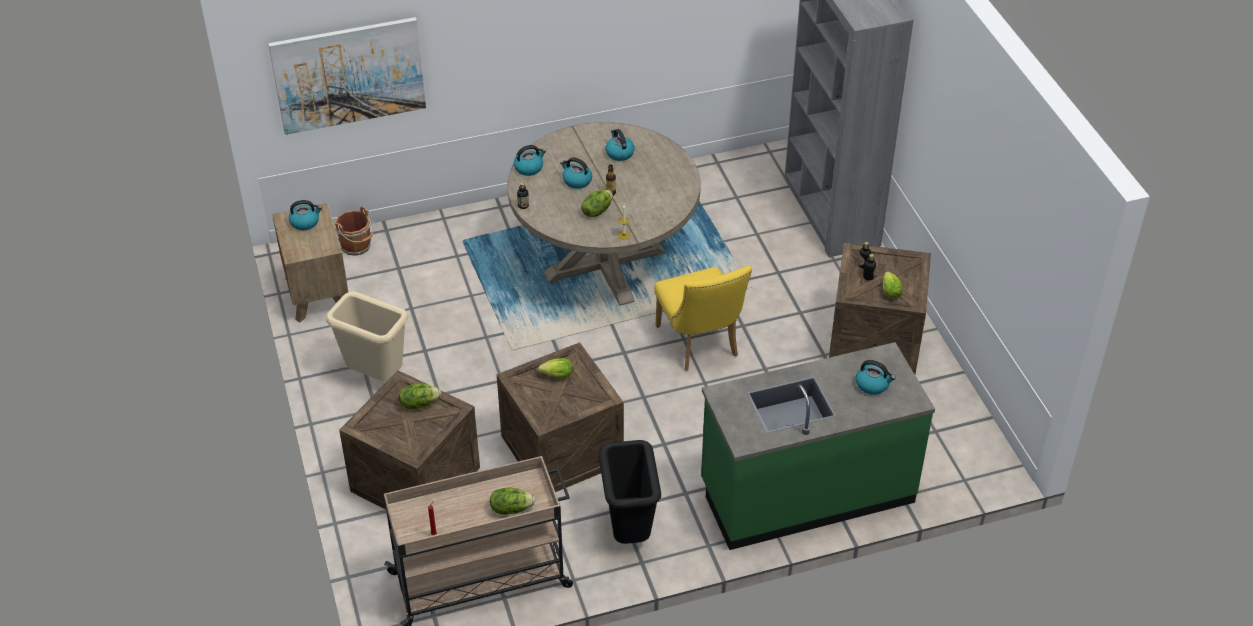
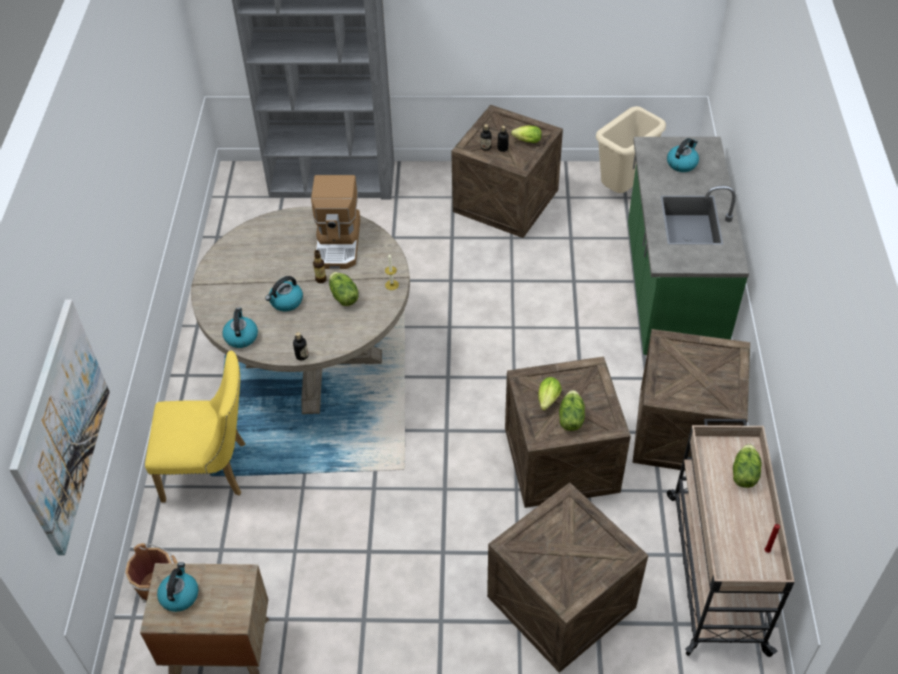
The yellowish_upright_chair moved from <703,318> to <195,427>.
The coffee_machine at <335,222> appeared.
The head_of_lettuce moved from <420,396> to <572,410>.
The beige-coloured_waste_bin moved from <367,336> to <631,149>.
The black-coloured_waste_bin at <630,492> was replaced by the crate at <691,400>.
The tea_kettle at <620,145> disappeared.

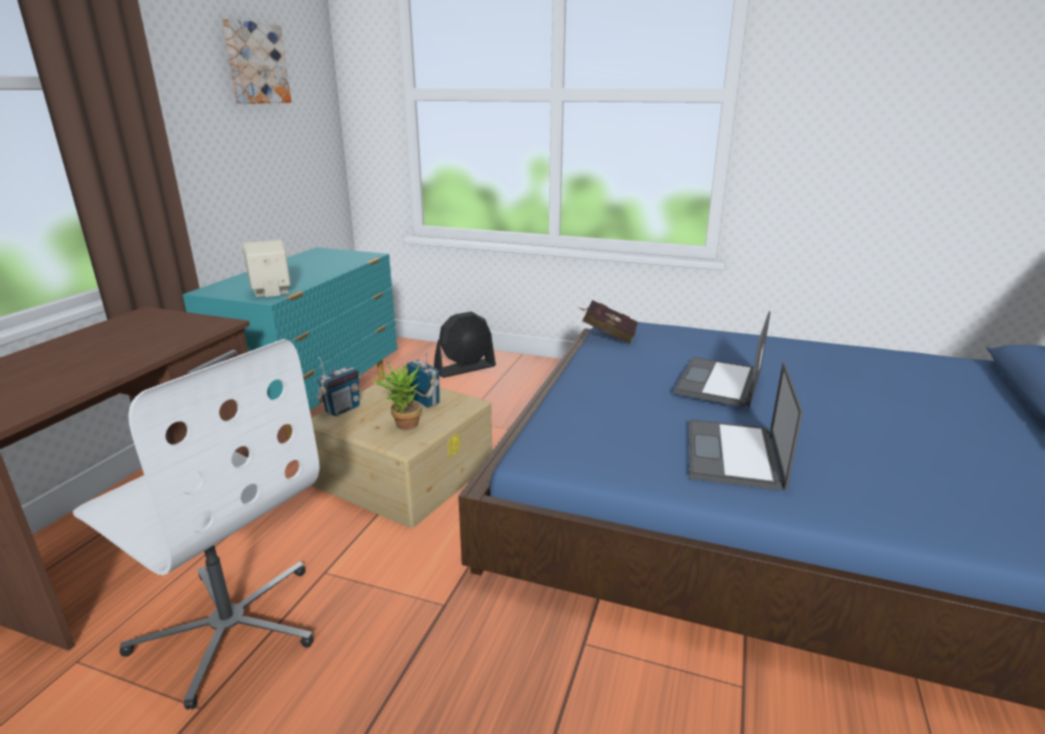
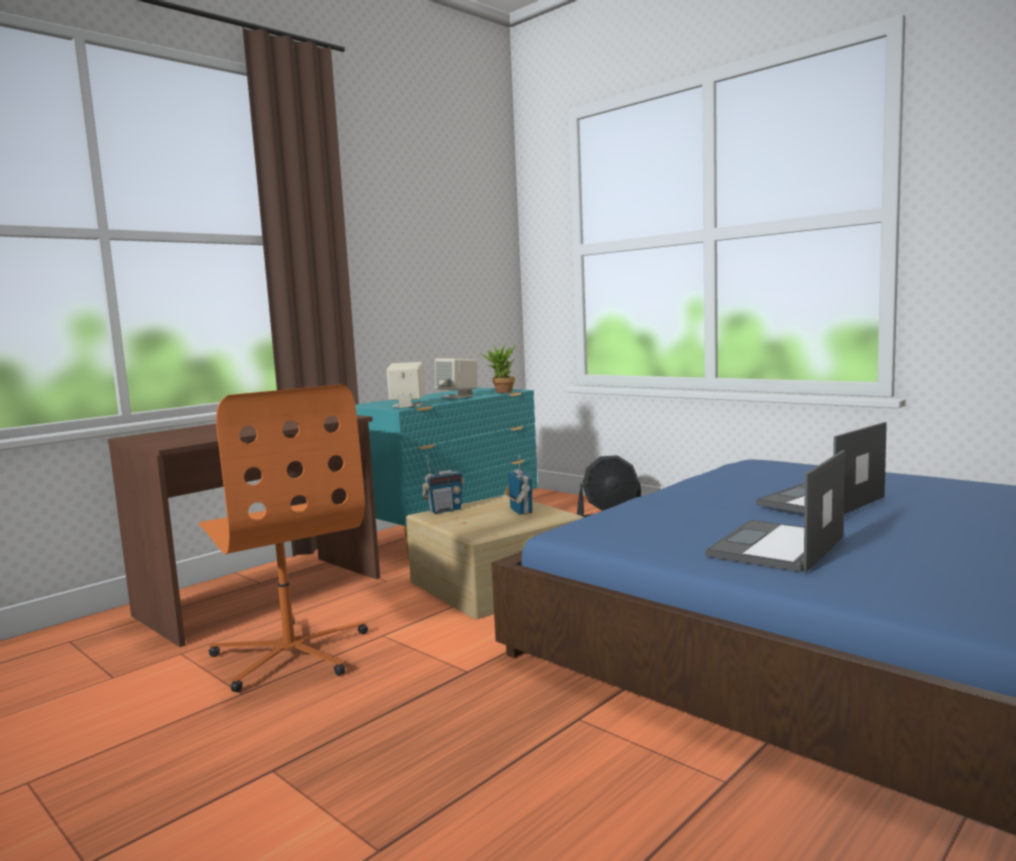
The whitish_desk_chair at <196,524> became the orange_desk_chair at <283,538>.
The beige-coloured_audio_speaker at <456,378> appeared.
The plant_in_a_pot moved from <397,395> to <497,369>.
The wall_picture at <256,61> disappeared.
The red_bound_book at <608,322> disappeared.

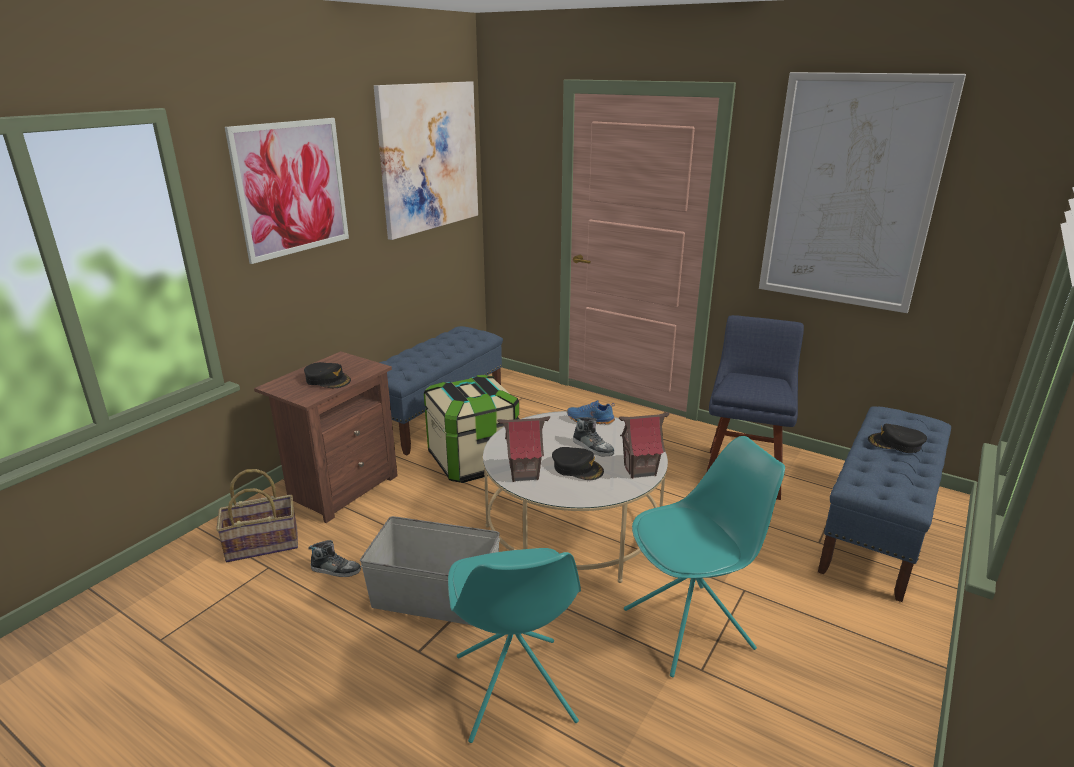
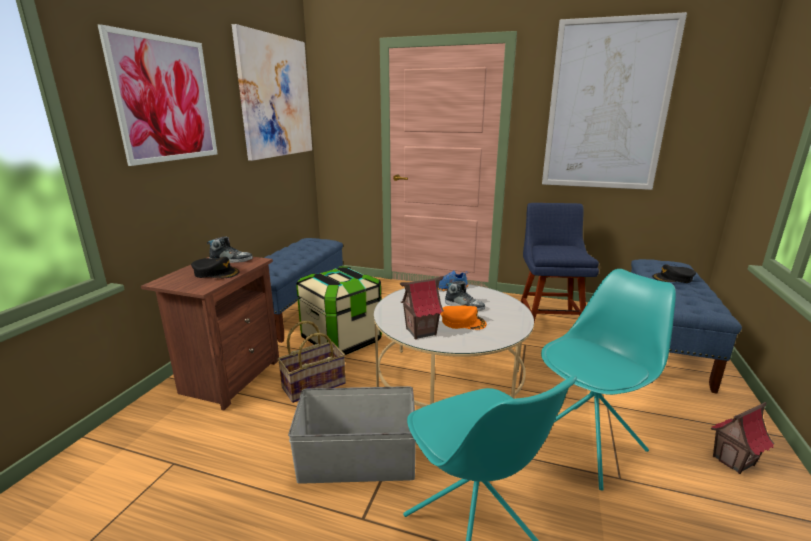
The item_of_footwear moved from <335,558> to <230,249>.
The basket moved from <257,515> to <311,362>.
The black-coloured_peaked_cap at <578,463> became the orange_peaked_cap at <463,318>.
The toy_house moved from <644,445> to <743,438>.

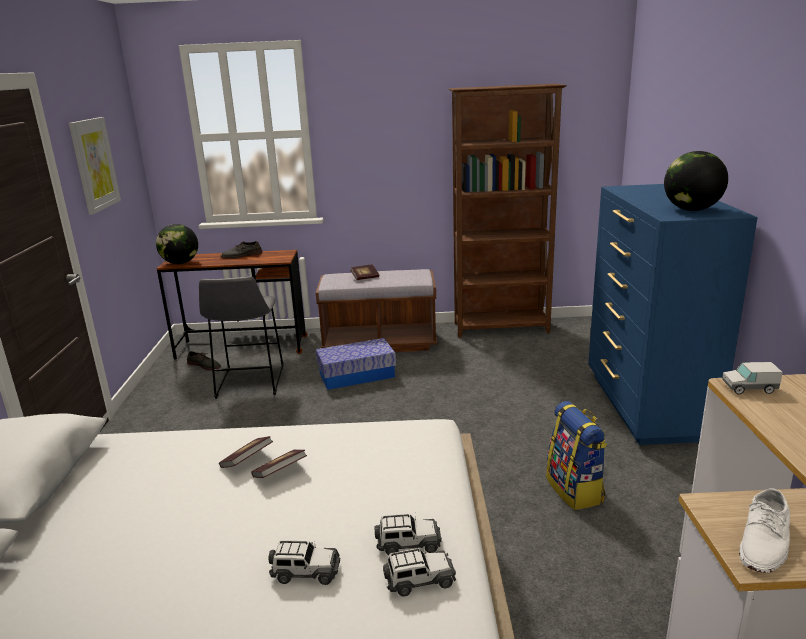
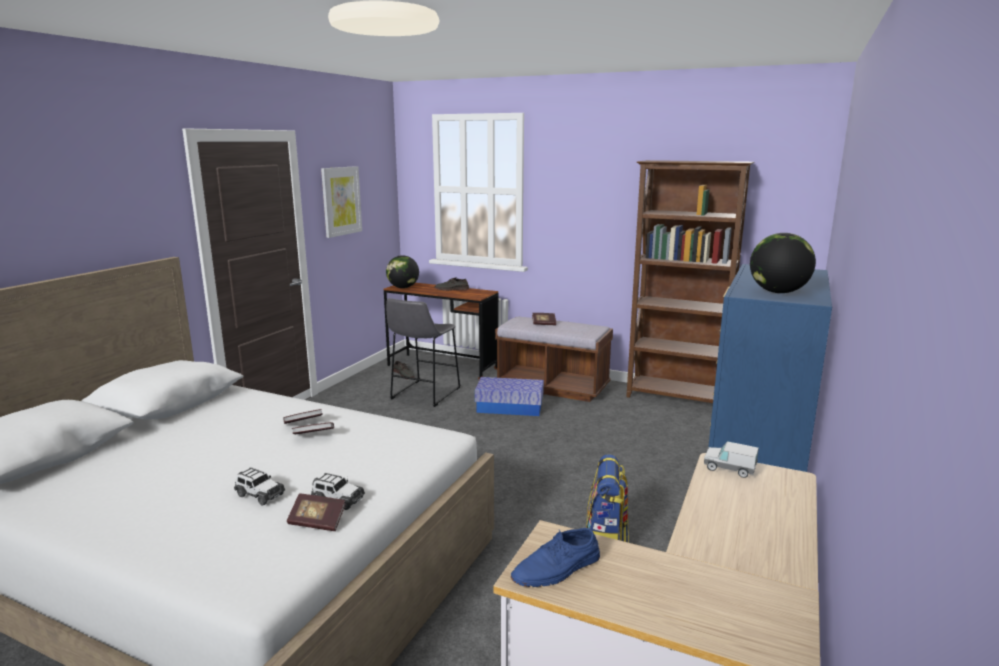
The miniature_car at <419,572> was replaced by the bound_book at <316,512>.
The whitish_item_of_footwear at <764,530> became the blue_item_of_footwear at <555,557>.

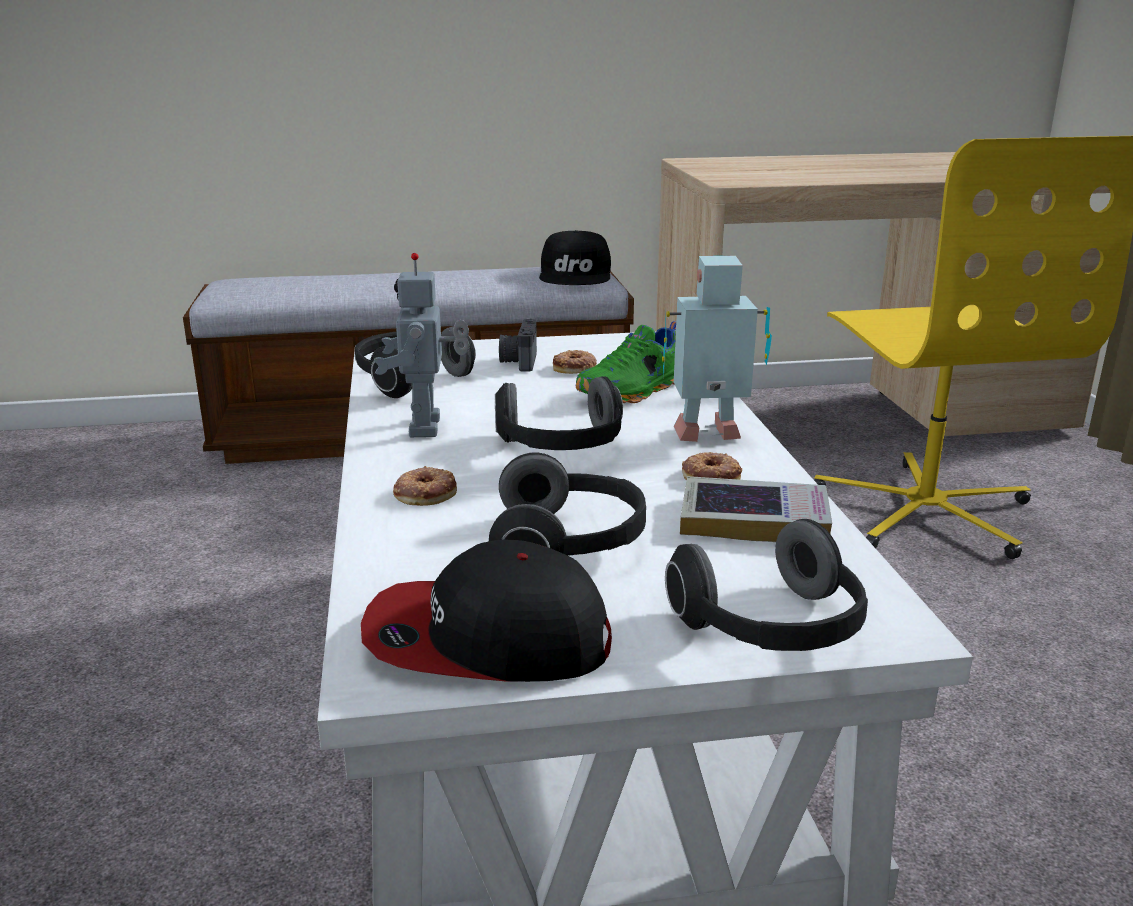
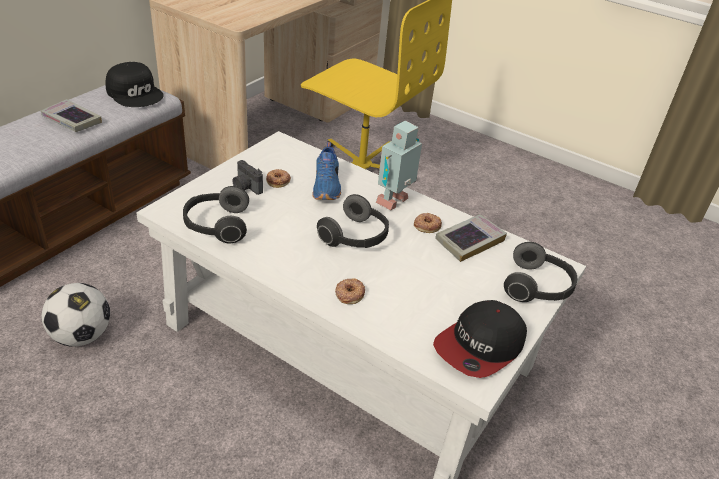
The bound_book at <71,115> appeared.
The football at <76,315> appeared.
The green_item_of_footwear at <626,362> became the blue_item_of_footwear at <326,171>.
The toy_robot at <422,345> disappeared.
The pair_of_headphones at <567,503> disappeared.

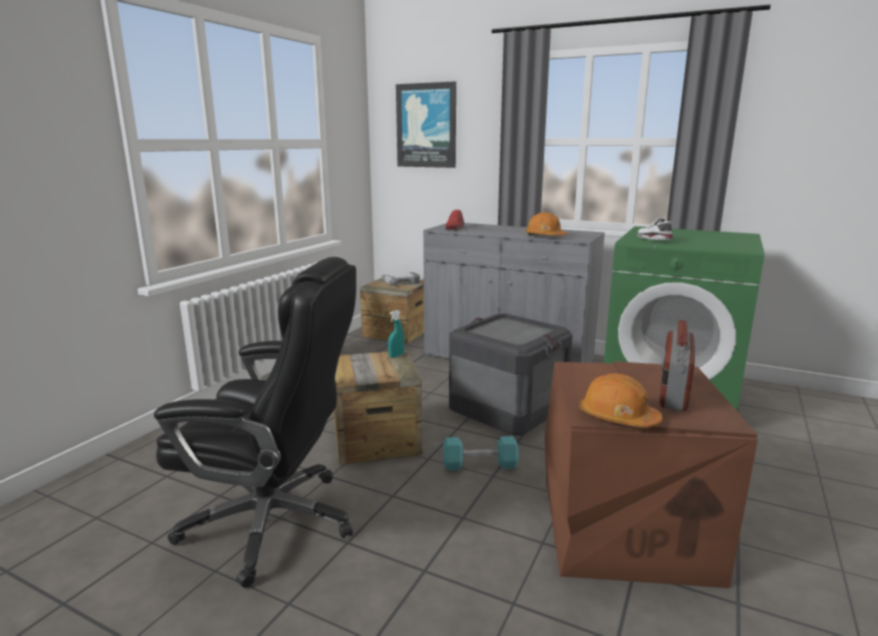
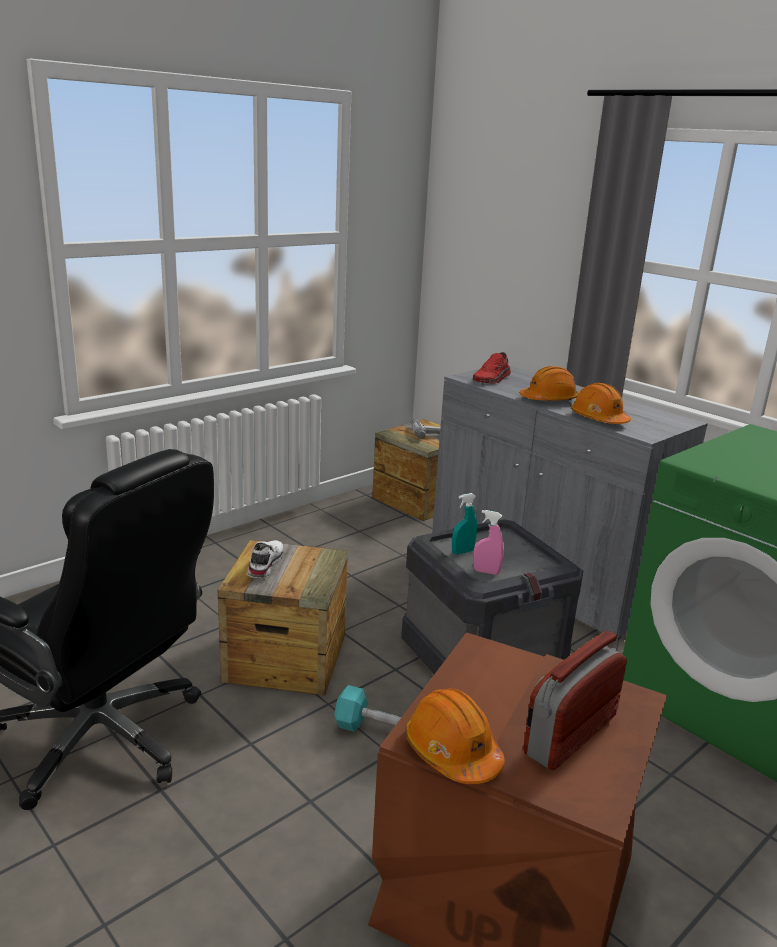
The whitish_item_of_footwear moved from <655,229> to <265,559>.
The turquoise_hand_sprayer moved from <396,334> to <464,524>.
The pink_hand_sprayer at <488,542> appeared.
The orange_work_helmet at <549,383> appeared.
The wall_picture at <426,124> disappeared.

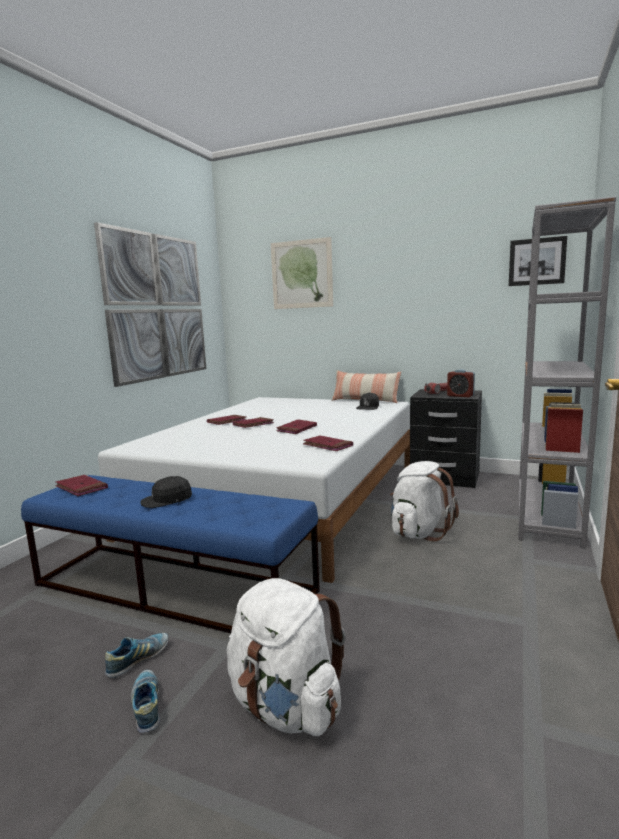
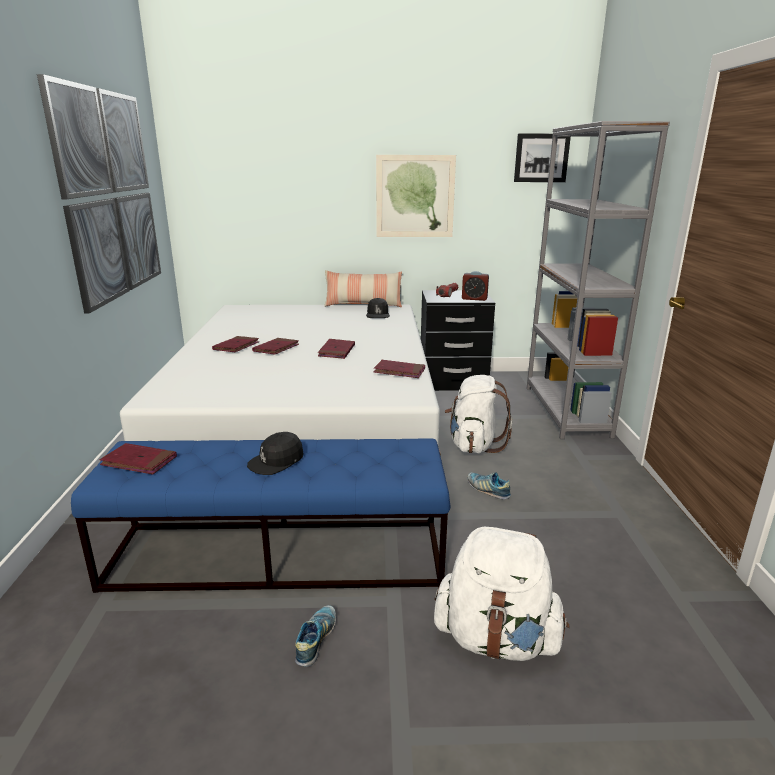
The wall_picture moved from <302,273> to <416,196>.
The item_of_footwear moved from <145,701> to <489,486>.

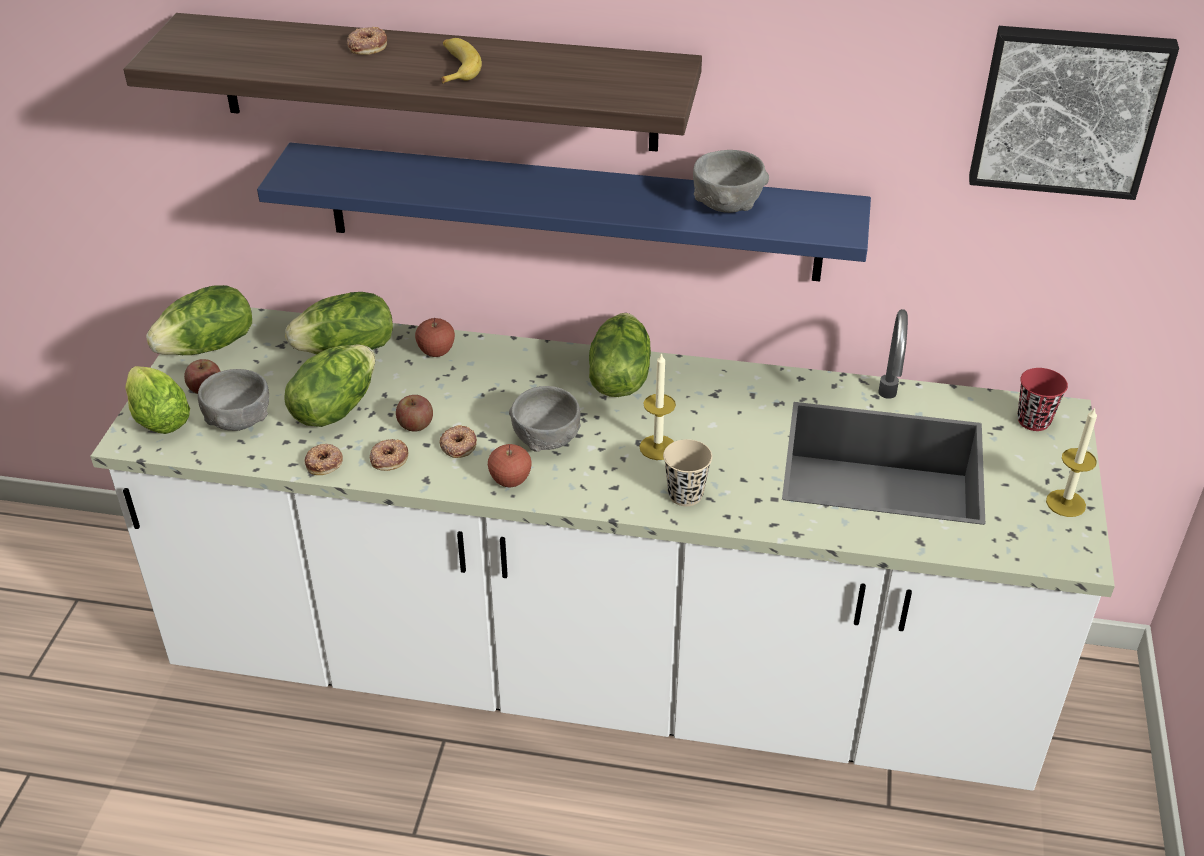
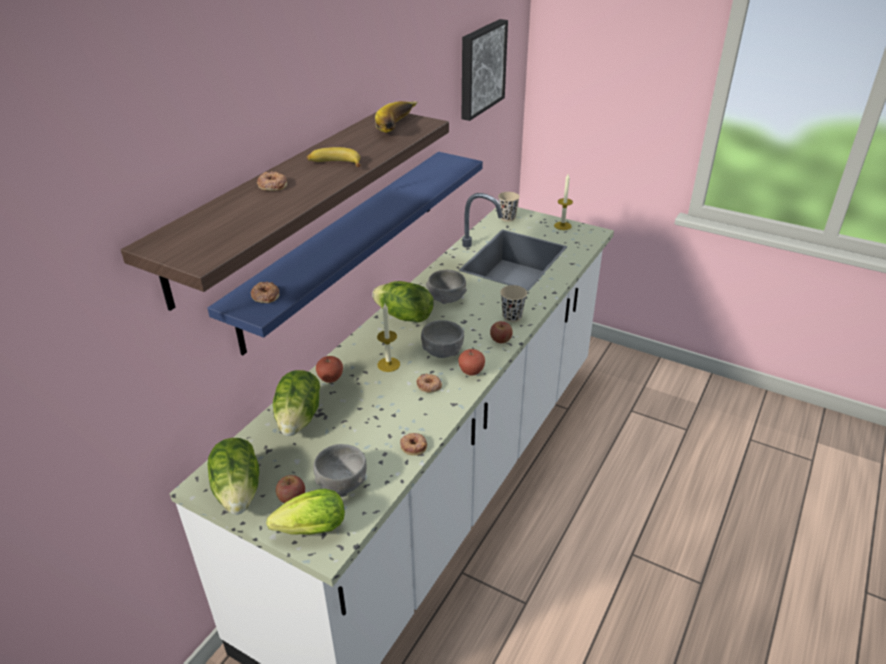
The ring_doughnut moved from <389,455> to <265,292>.
The banana_fruit at <396,117> appeared.
The wax_light moved from <658,406> to <388,338>.
The grey_deep_dish moved from <731,181> to <446,287>.
The whole_apple moved from <414,413> to <501,332>.
The red_drinking_cup at <1042,399> became the beige-coloured_drinking_cup at <509,206>.
The head_of_lettuce at <329,385> disappeared.

